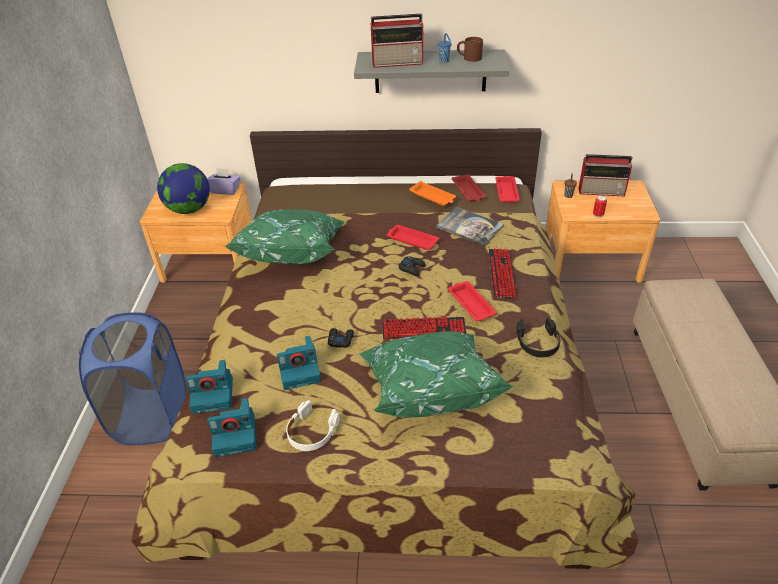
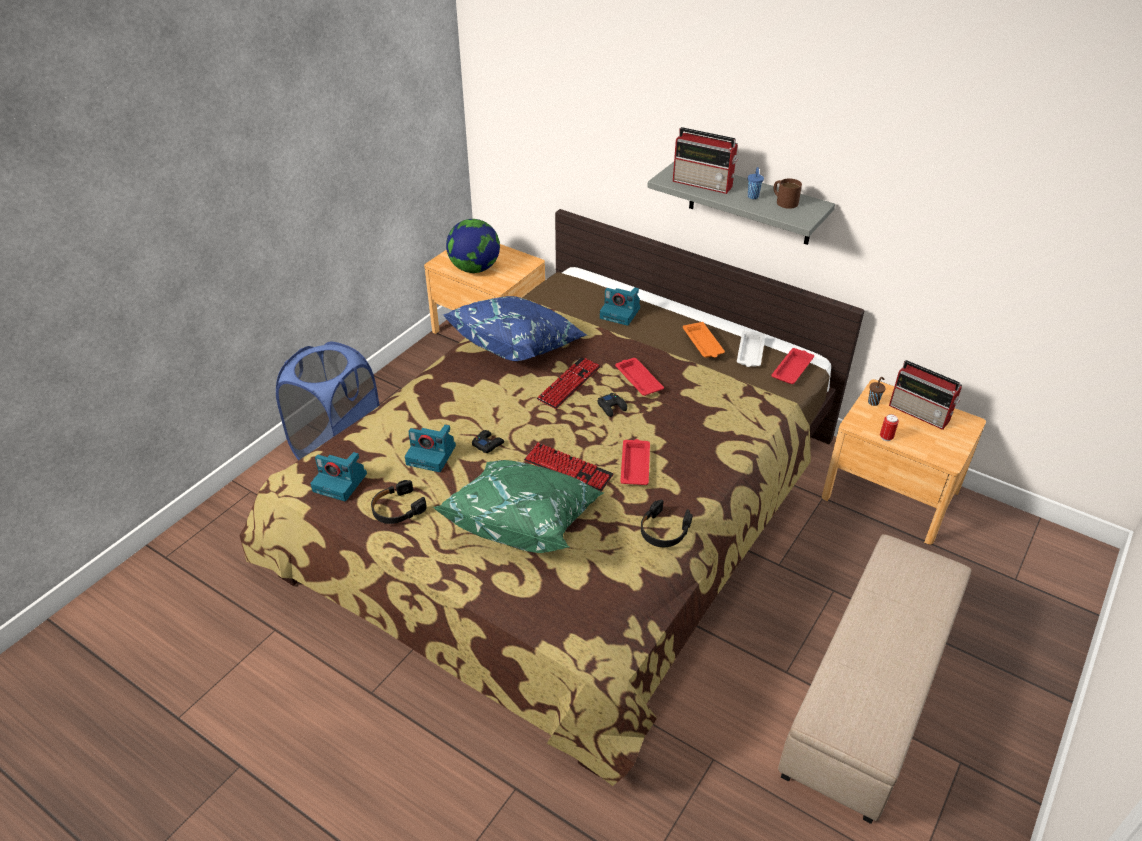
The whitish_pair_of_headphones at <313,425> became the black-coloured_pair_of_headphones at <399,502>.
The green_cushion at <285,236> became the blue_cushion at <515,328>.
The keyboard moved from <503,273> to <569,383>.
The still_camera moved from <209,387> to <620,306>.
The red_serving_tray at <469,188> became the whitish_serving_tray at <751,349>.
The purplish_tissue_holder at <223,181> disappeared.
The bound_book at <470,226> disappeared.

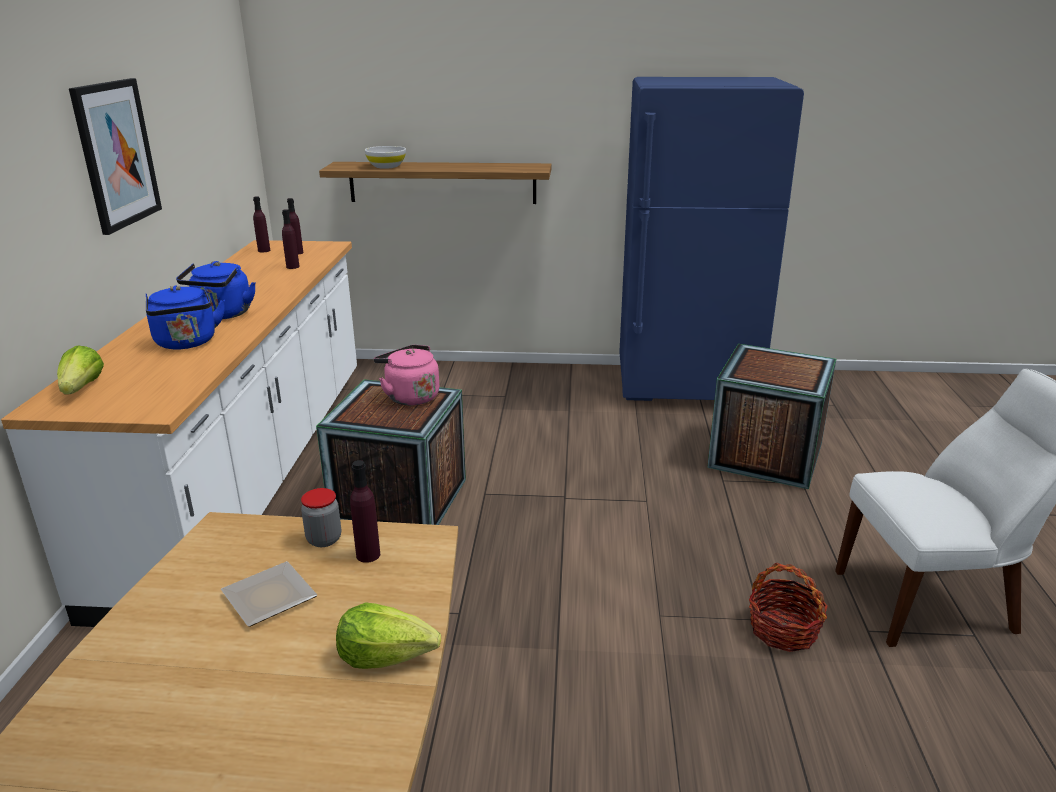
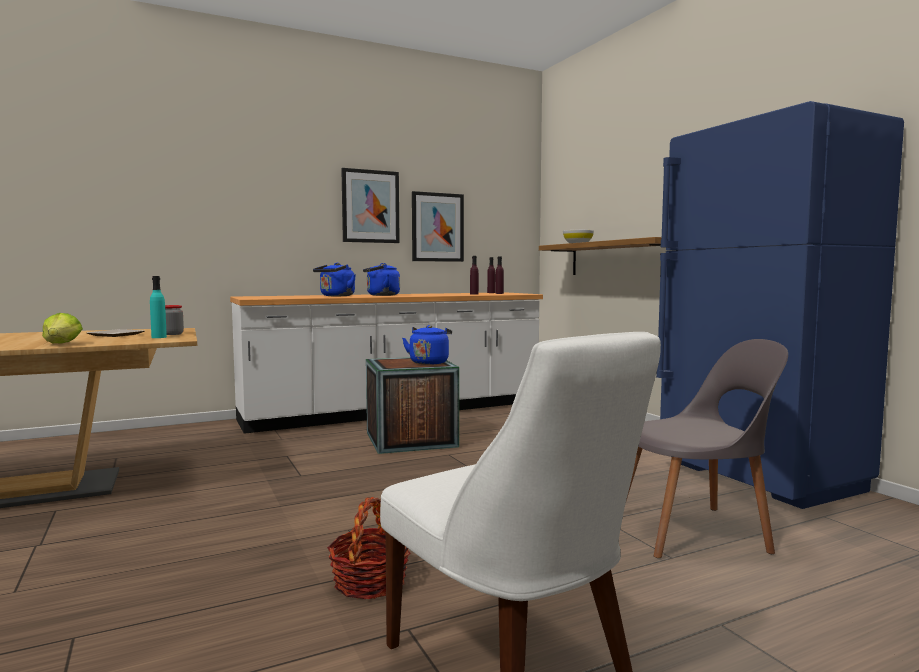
The purplish_beverage_bottle at <365,511> became the turquoise_beverage_bottle at <158,307>.
The pink_tea_kettle at <406,375> became the blue_tea_kettle at <427,345>.
The wall_picture at <438,226> appeared.
The crate at <771,416> was replaced by the grey_upright_chair at <707,448>.
The head_of_lettuce at <80,370> disappeared.

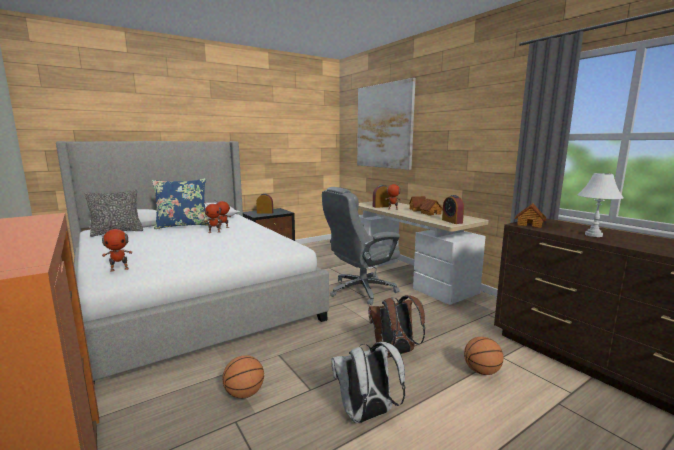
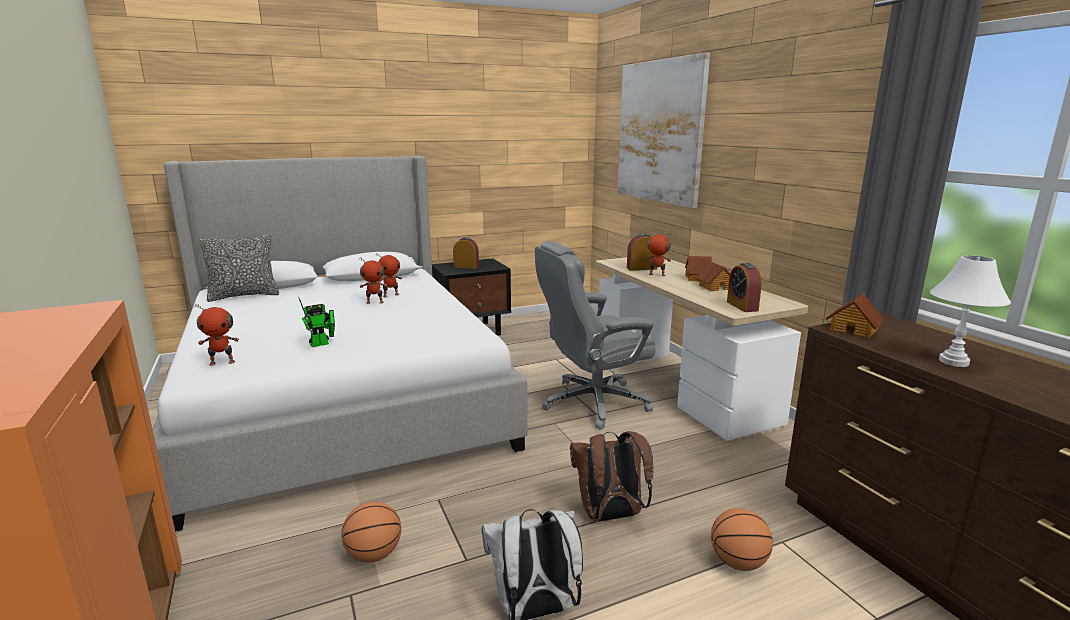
The toy_robot at <316,322> appeared.
The blue_cushion at <180,203> disappeared.

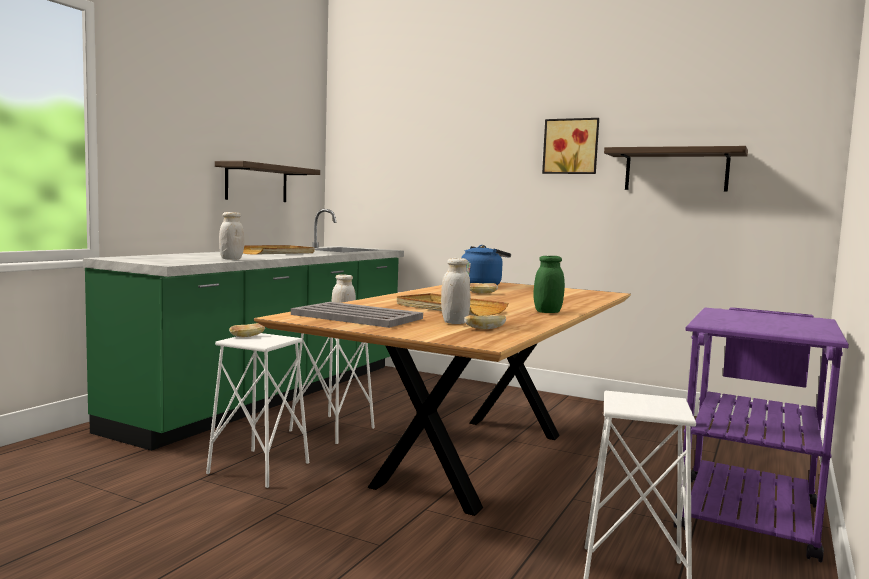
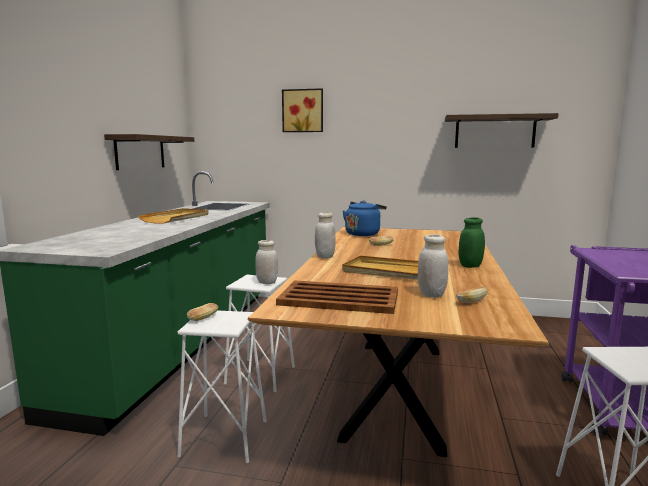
The grey_serving_tray at <357,315> became the brown_serving_tray at <337,297>.
The wall_picture moved from <570,146> to <302,110>.
The whitish_storage_jar moved from <231,236> to <325,235>.

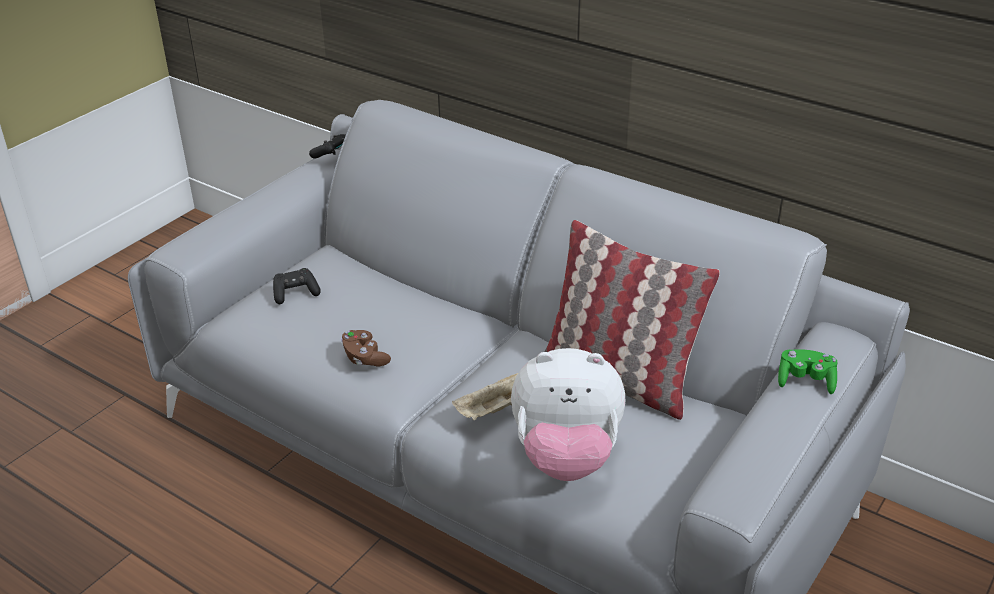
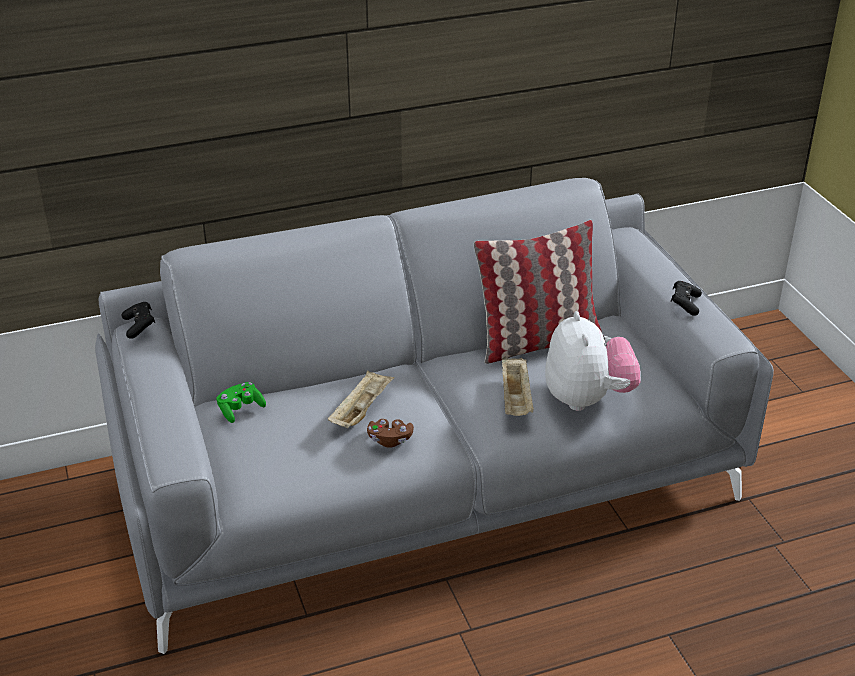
The green_gamepad moved from <808,371> to <241,402>.
The beige-coloured_serving_tray at <361,399> appeared.
The soft_toy at <568,414> turned 45 degrees counterclockwise.
The black-coloured_gamepad moved from <297,286> to <686,298>.

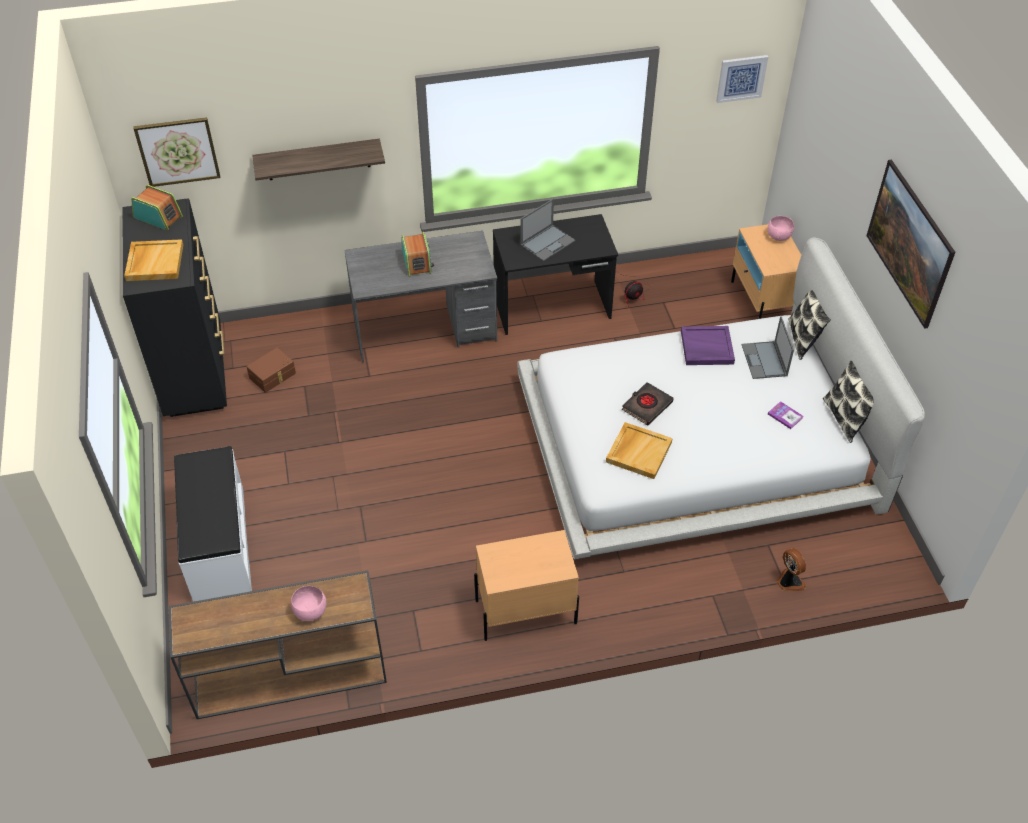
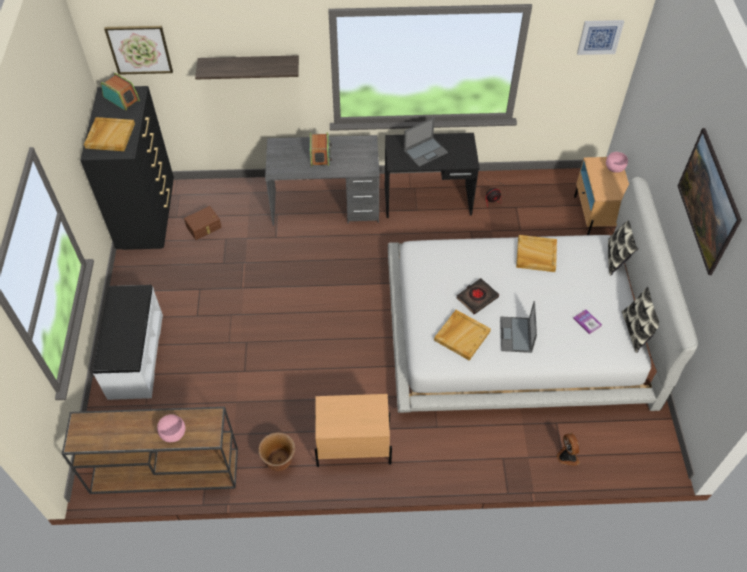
The brown_flower_pot at <276,451> appeared.
The notebook_computer moved from <768,347> to <518,327>.
The purplish_serving_tray at <708,345> became the beige-coloured_serving_tray at <536,253>.

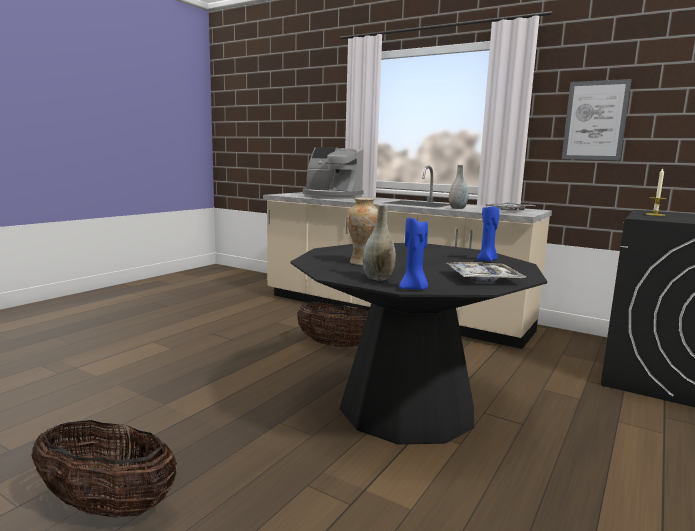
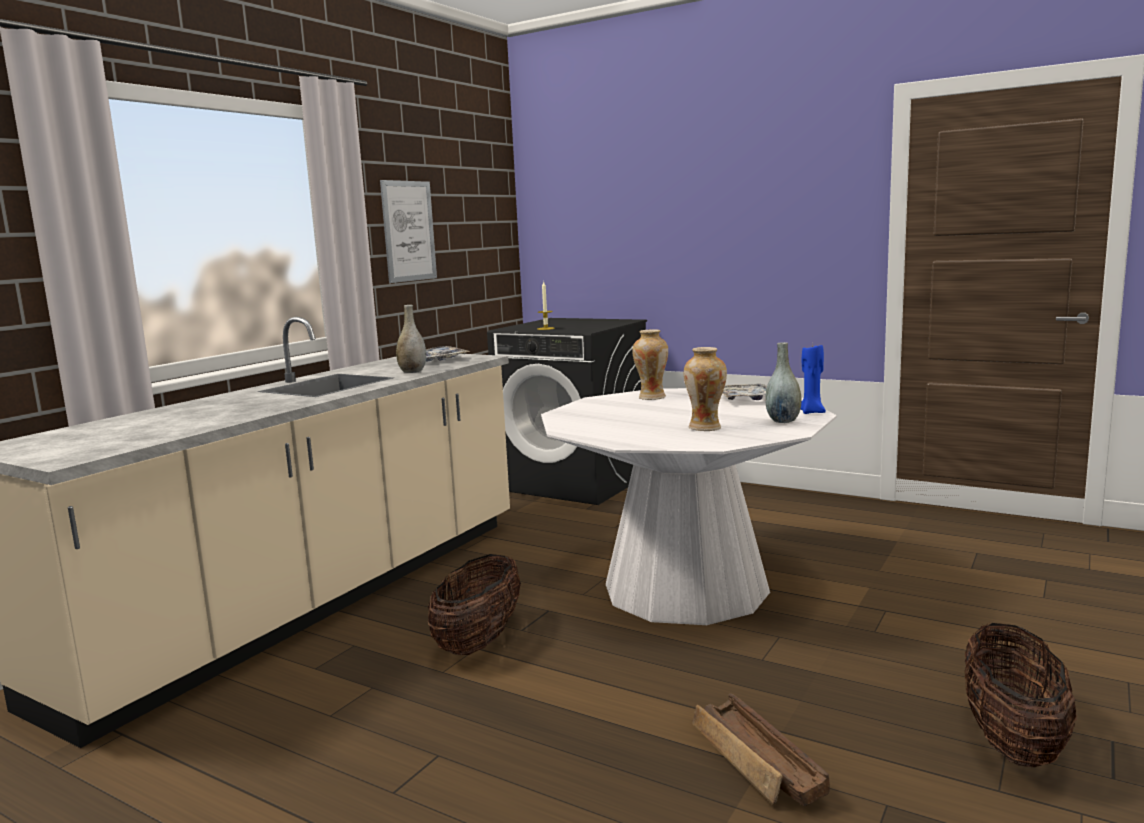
The black-coloured_kitchen_table at <418,344> became the whitish_kitchen_table at <689,506>.
The blue_wax_light at <488,233> was replaced by the vase at <650,364>.
The crate at <761,750> appeared.
The coffee_machine at <333,173> disappeared.

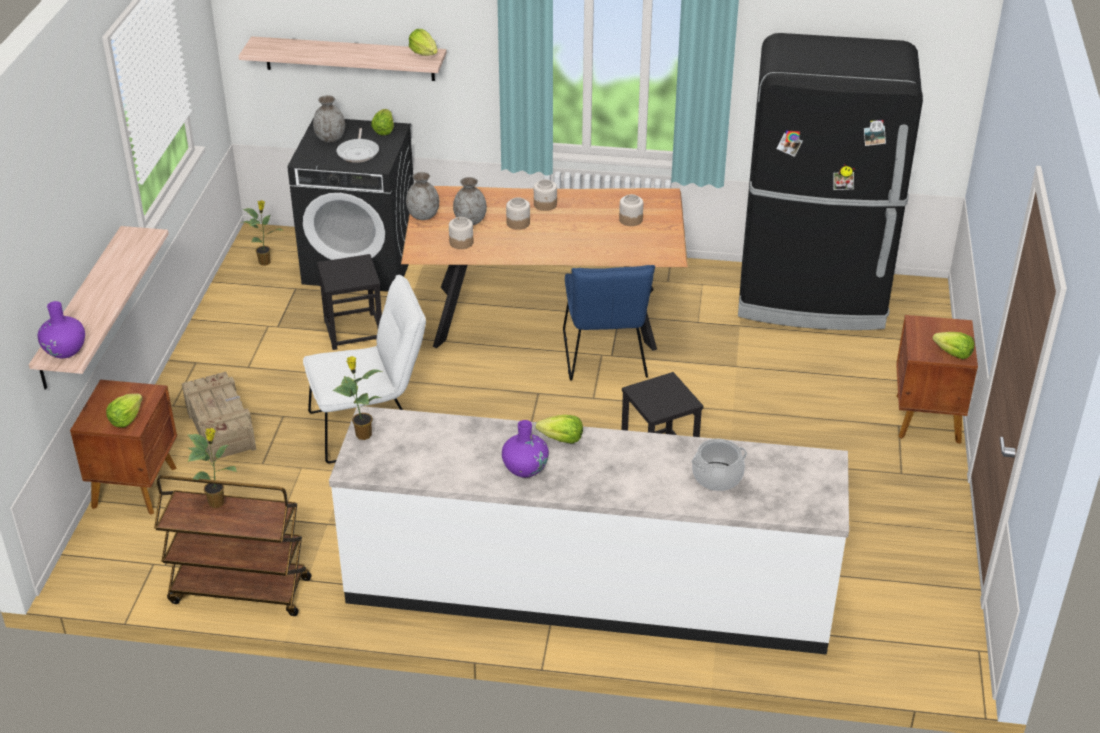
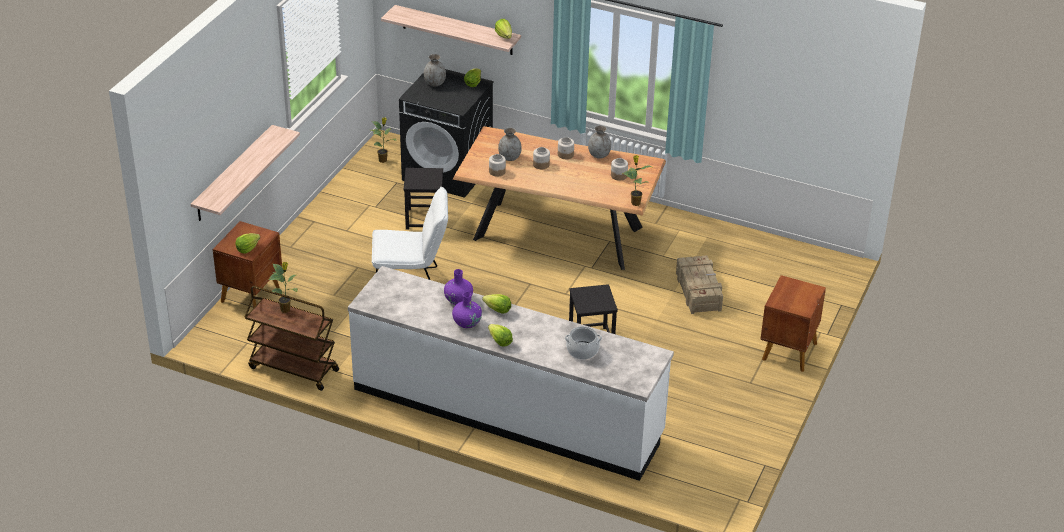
The purplish_vase moved from <61,329> to <458,287>.
The head_of_lettuce moved from <953,345> to <500,335>.
The grey_vase moved from <422,196> to <599,142>.
The plant_in_a_pot moved from <357,398> to <637,180>.
The crate moved from <219,417> to <699,284>.
The frying_pan at <357,145> disappeared.
The blue_upright_chair at <609,323> disappeared.
The black-coloured_kitchen_fridge at <830,181> disappeared.

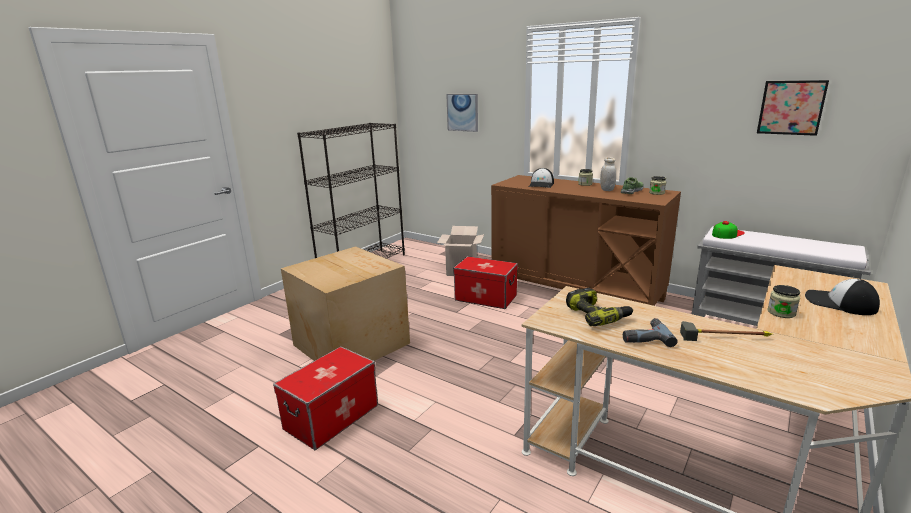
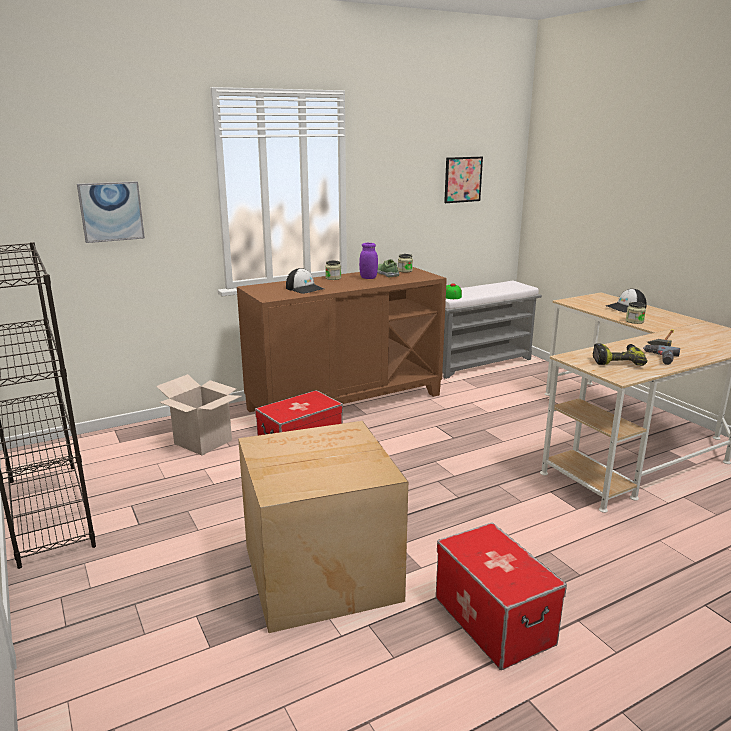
The whitish_storage_jar at <608,174> became the purplish_storage_jar at <368,261>.

